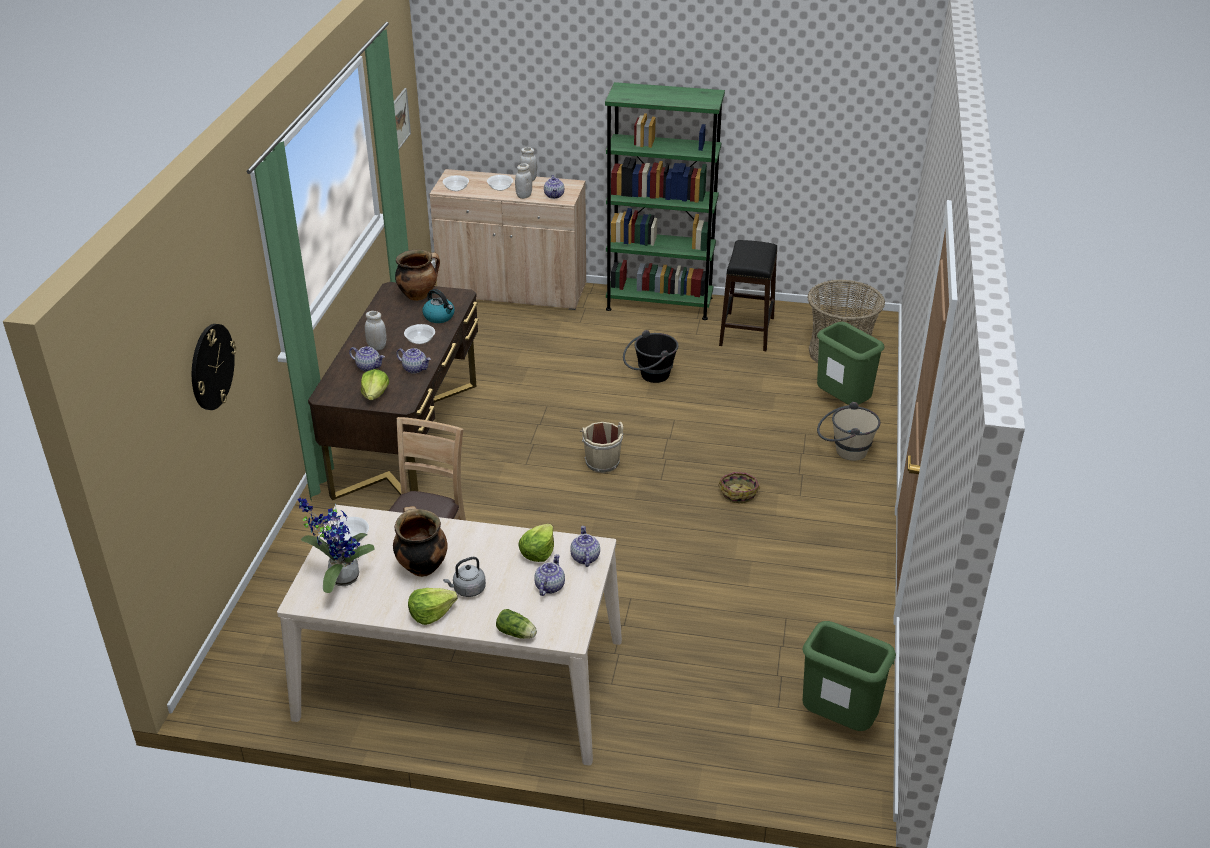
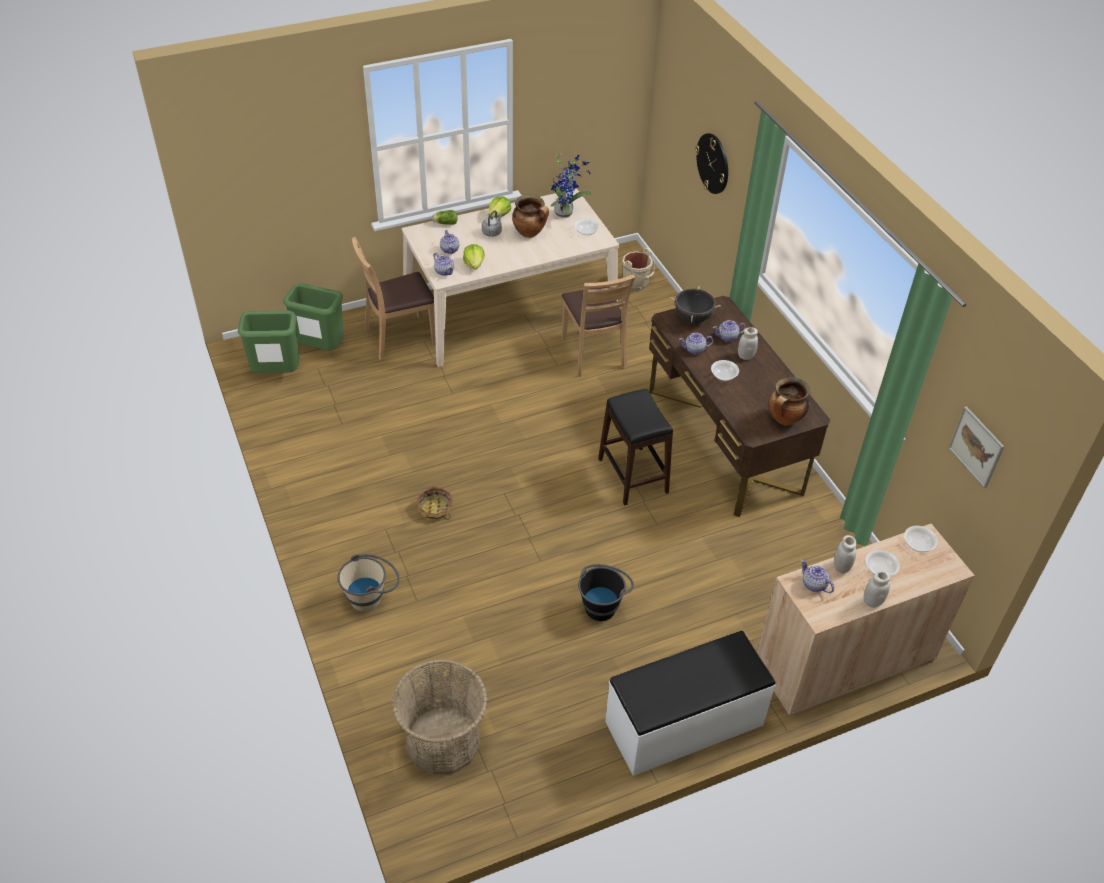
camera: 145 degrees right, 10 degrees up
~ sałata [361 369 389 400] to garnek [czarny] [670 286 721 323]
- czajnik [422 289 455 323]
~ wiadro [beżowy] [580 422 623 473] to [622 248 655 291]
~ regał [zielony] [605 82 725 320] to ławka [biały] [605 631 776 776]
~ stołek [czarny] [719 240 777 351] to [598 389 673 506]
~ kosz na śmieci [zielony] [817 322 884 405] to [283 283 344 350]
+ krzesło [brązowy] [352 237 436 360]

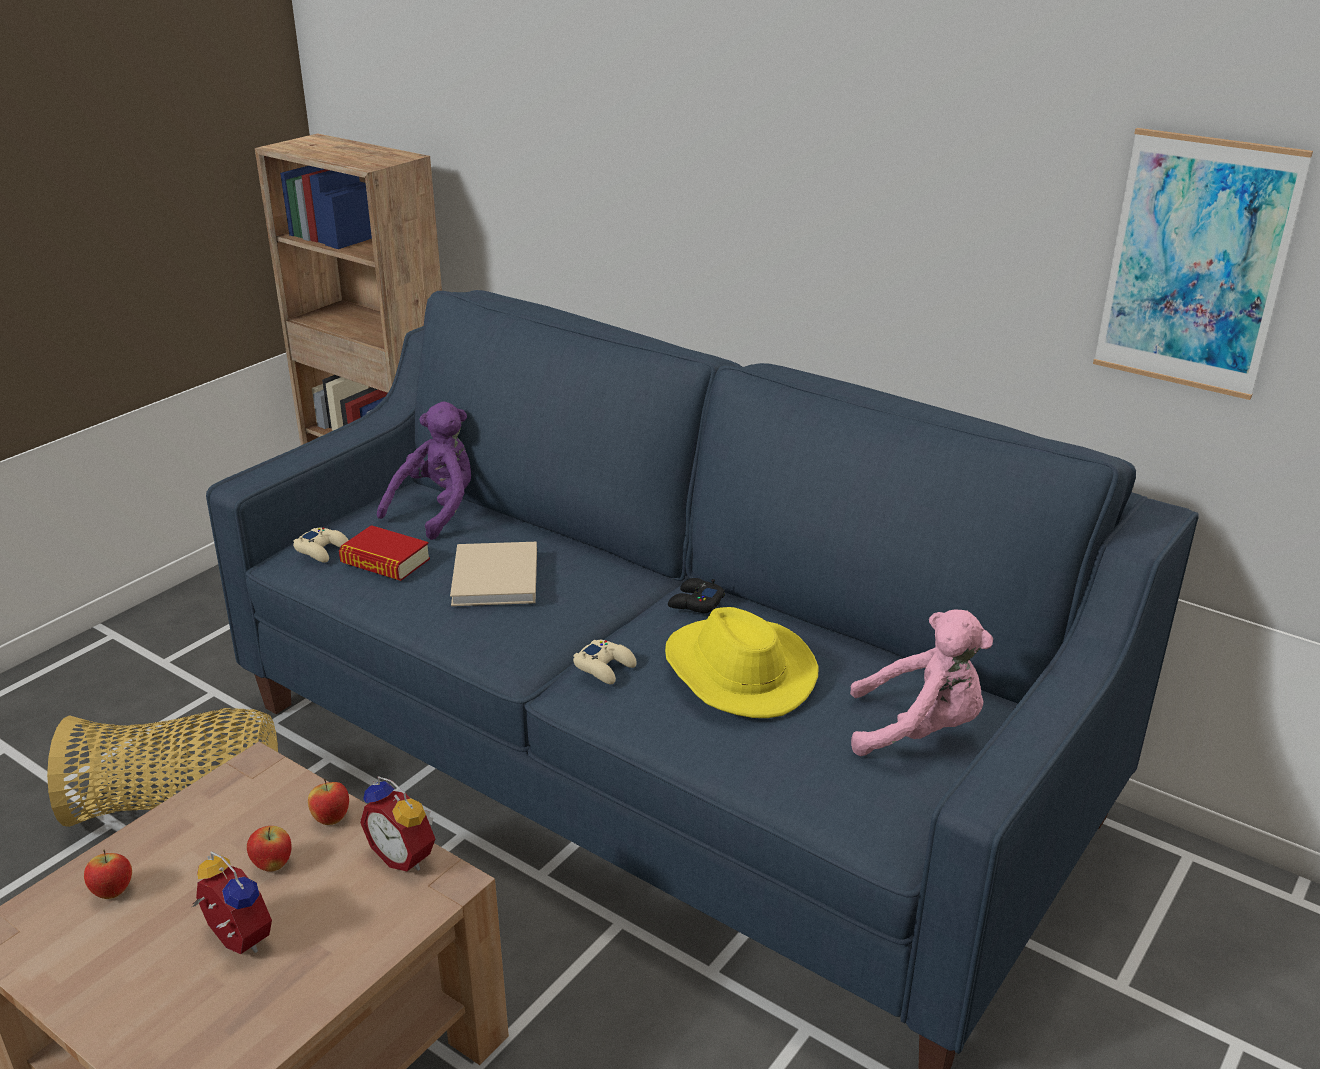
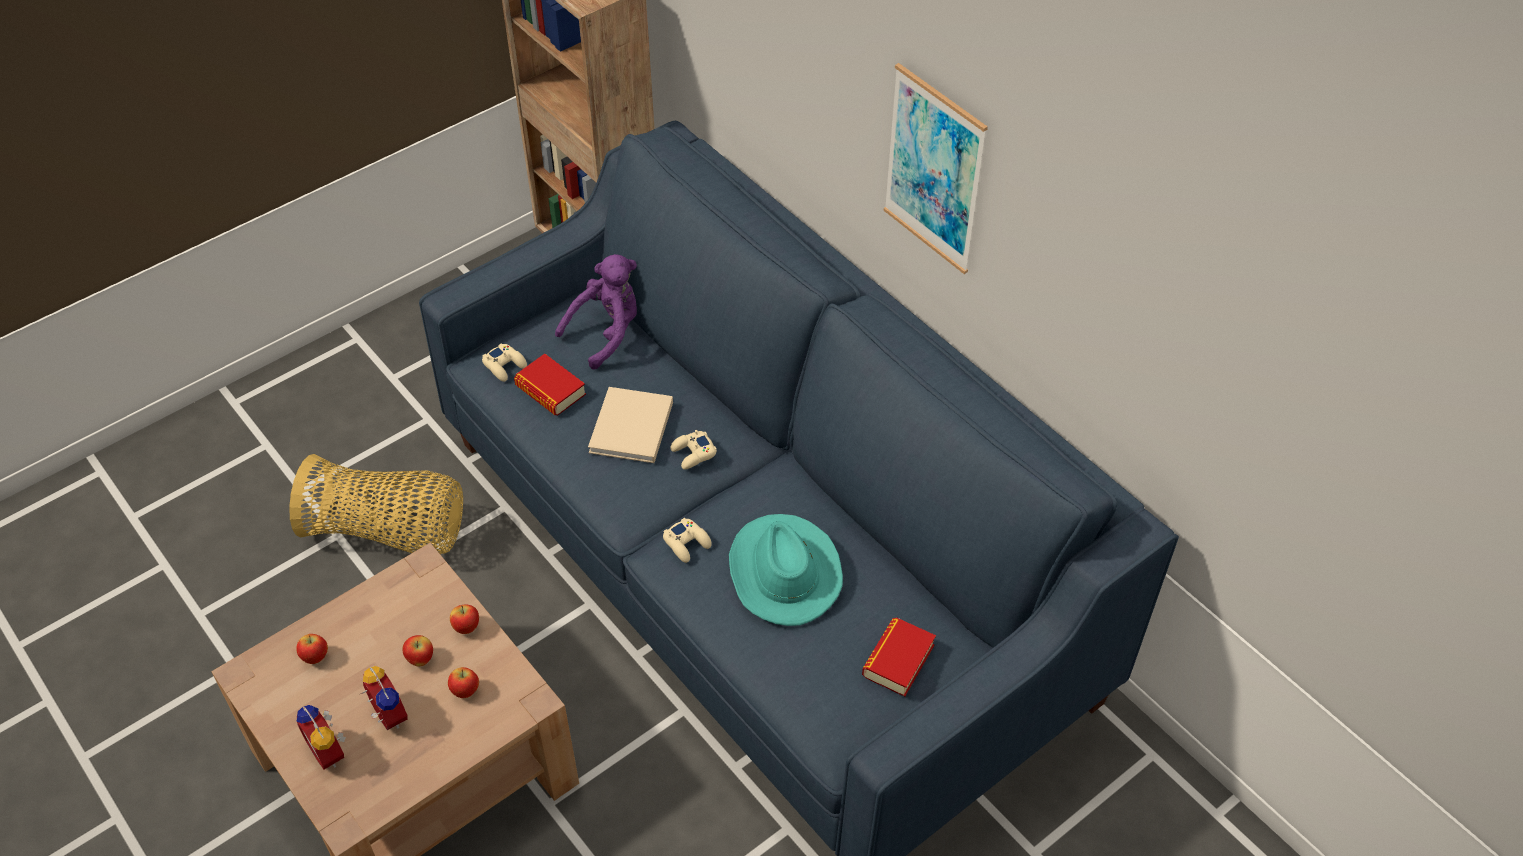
camera: 15 degrees right, 20 degrees up
~ budzik [360 776 435 871] to [296 705 346 770]
~ kapelusz [żółty] [665 607 819 718] to kapelusz [turkusowy] [729 514 843 626]
- pad do gier [czarny] [668 578 725 613]
~ pluszak [różowy] [850 610 993 756] to książka [862 617 936 697]
~ obraz [1093 128 1313 400] to [884 63 988 274]
+ jabłko [448 667 479 698]
+ pad do gier [beżowy] [670 430 717 470]

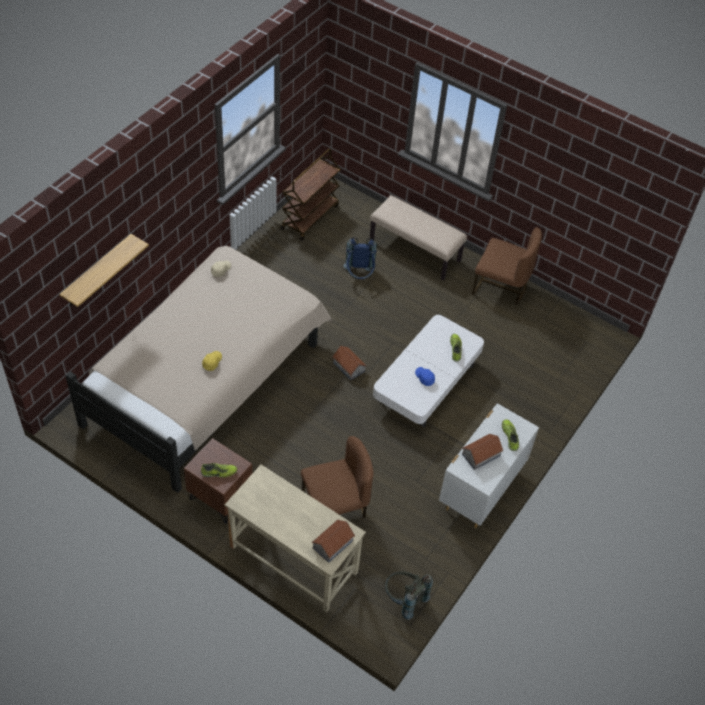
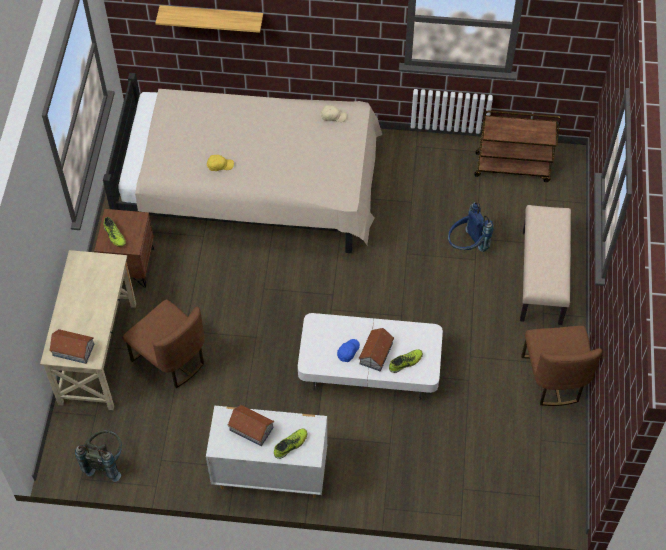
camera: 65 degrees right, 5 degrees up
~ domek [332 346 367 380] to [358 328 394 371]

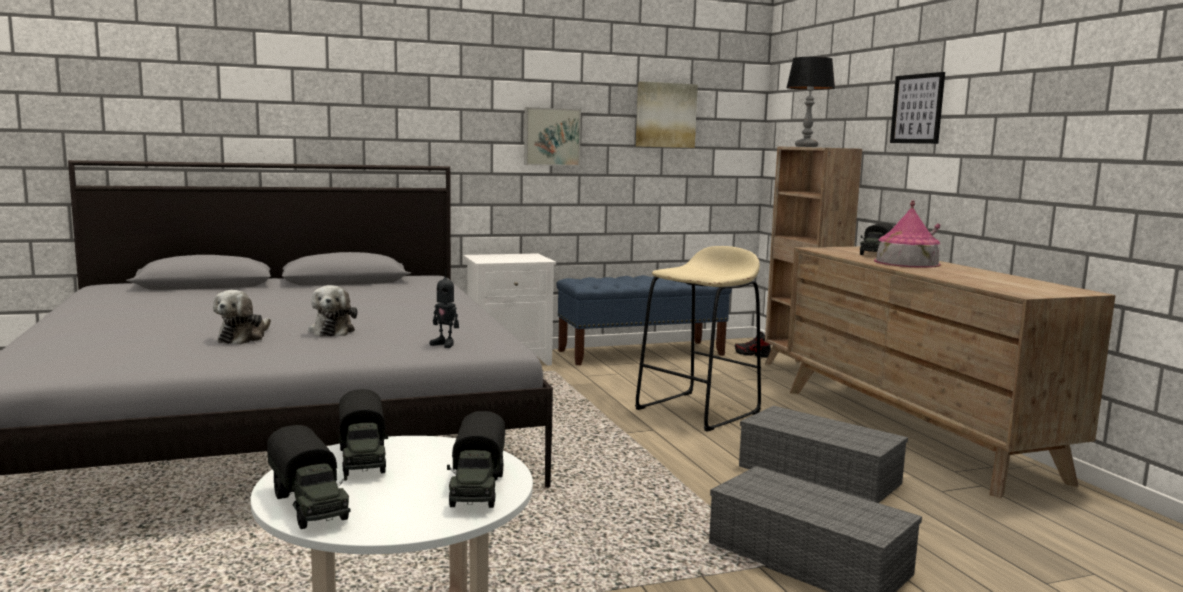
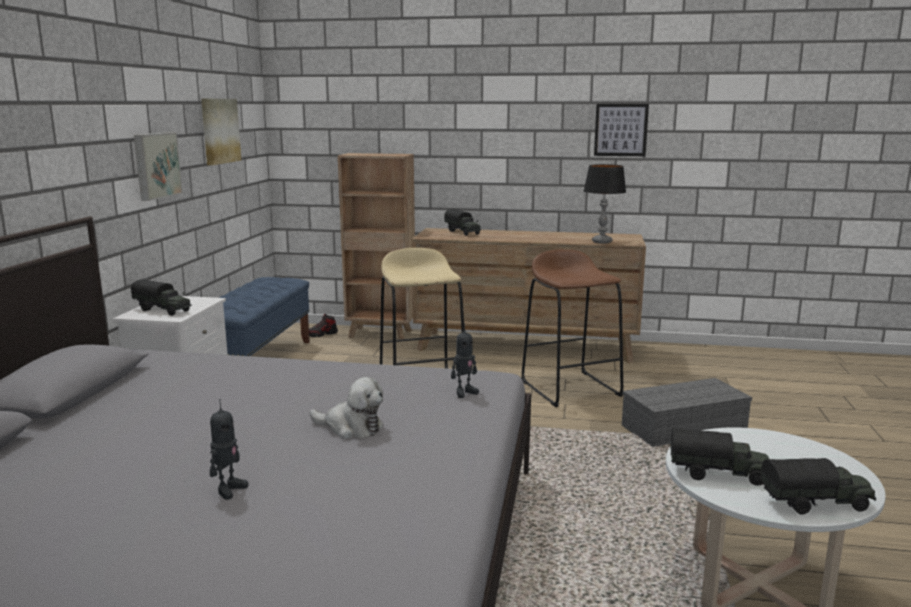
camera: 60 degrees left, 5 degrees up
- pluszak [213 290 271 344]
~ ciężarówka zabawkowa [447 411 505 508] to [131 279 192 316]
~ pojemnik do przechowywania [szary] [739 406 908 503] to stołek [brązowy] [521 249 623 407]
~ lampa stołowa [786 57 835 147] to [584 164 626 244]
- domek [874 200 941 268]
~ obraz [890 72 945 144] to [594 104 649 156]
+ robot zabawkowy [210 399 248 500]

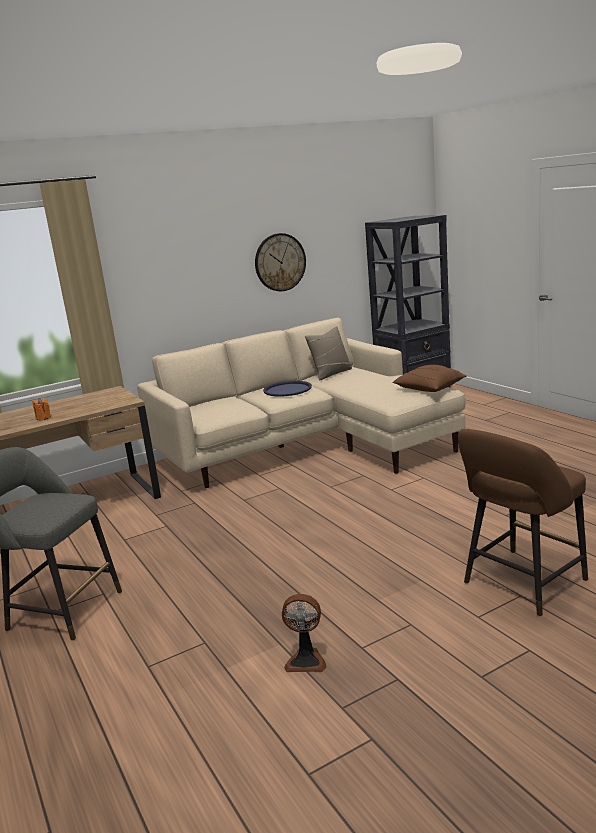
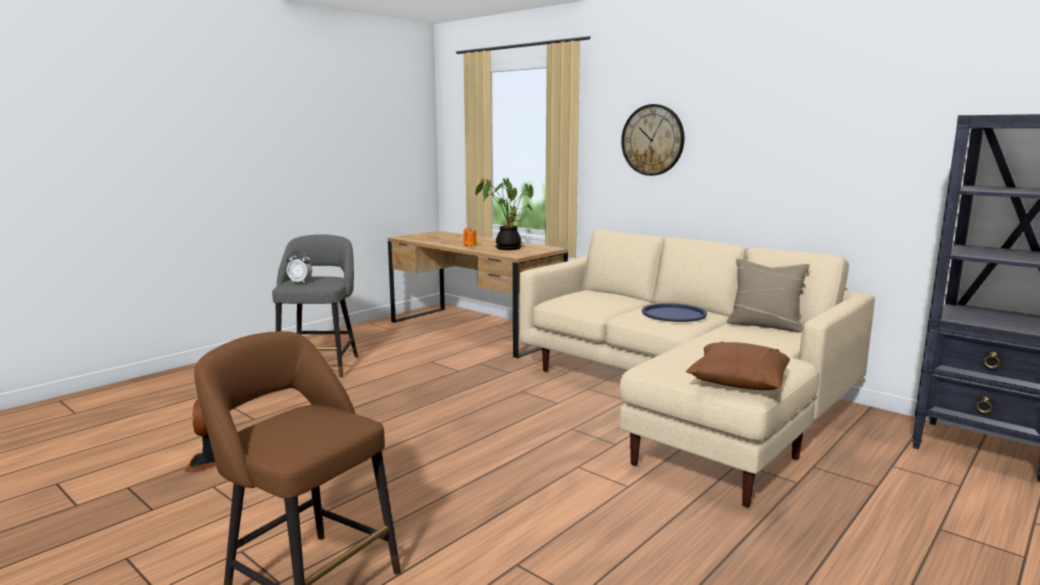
camera: 70 degrees right, 5 degrees down
~ zegar ścienny [255 233 306 291] to [621 104 684 176]
+ budzik [287 251 312 284]
+ roślina doniczkowa [475 178 533 250]

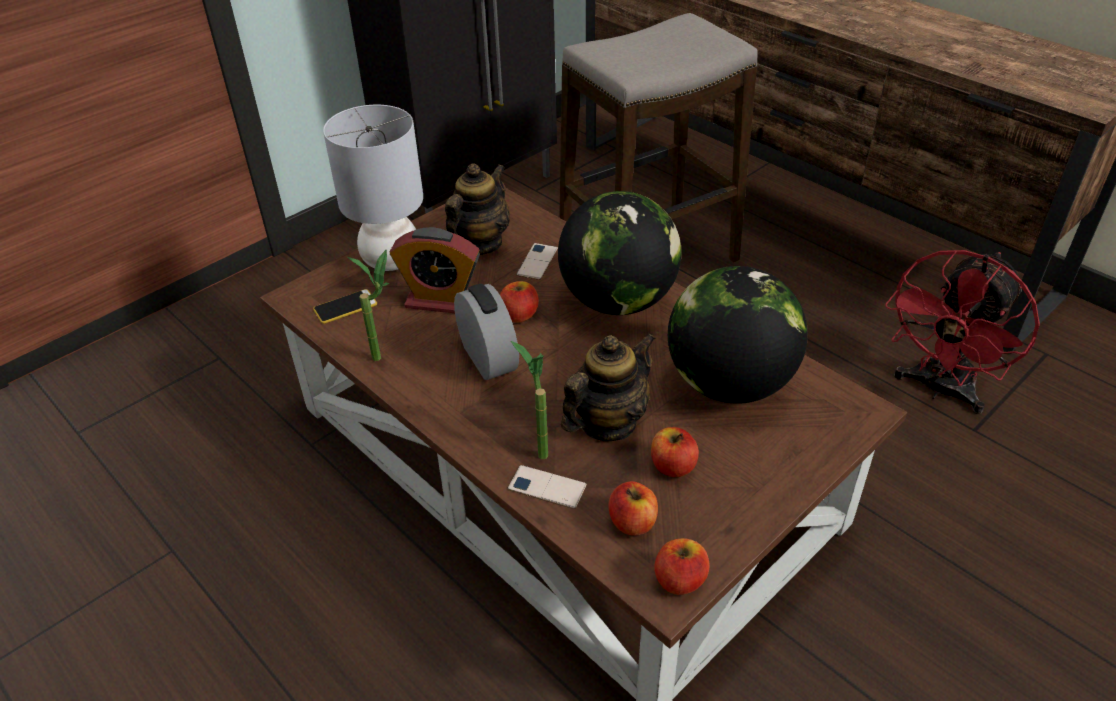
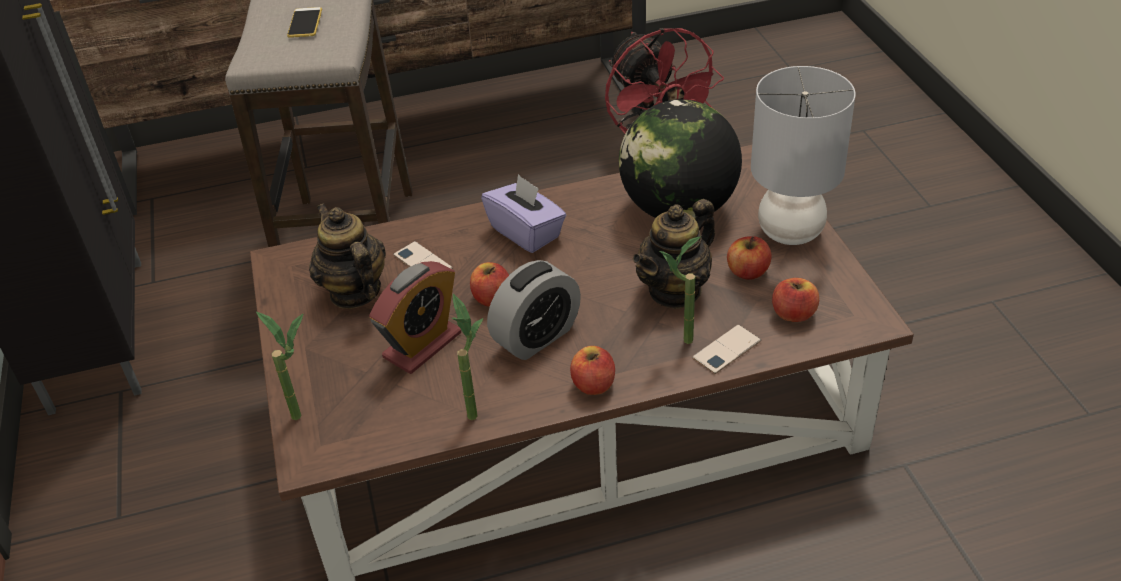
camera: 60 degrees left, 0 degrees up
~ telefon [313 289 377 324] to [287 7 322 38]
~ lampa stołowa [szary] [323 105 423 271] to [751 66 856 245]
~ budzik [454 284 519 380] = [487 260 581 360] 135 degrees clockwise
~ globus [558 191 681 315] to pudełko chusteczek [fioletowy] [481 174 566 253]
~ imbryk [561 333 656 441] = [633 199 715 309] 120 degrees counterclockwise
~ jabłko [654 538 710 595] to [570 346 615 395]
+ roślina doniczkowa [256 312 304 420]

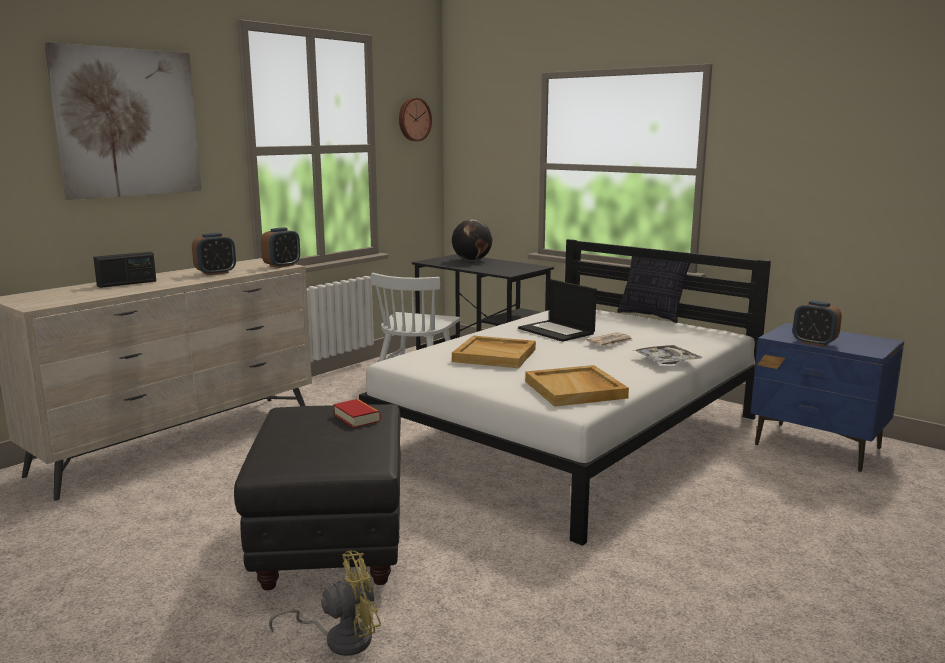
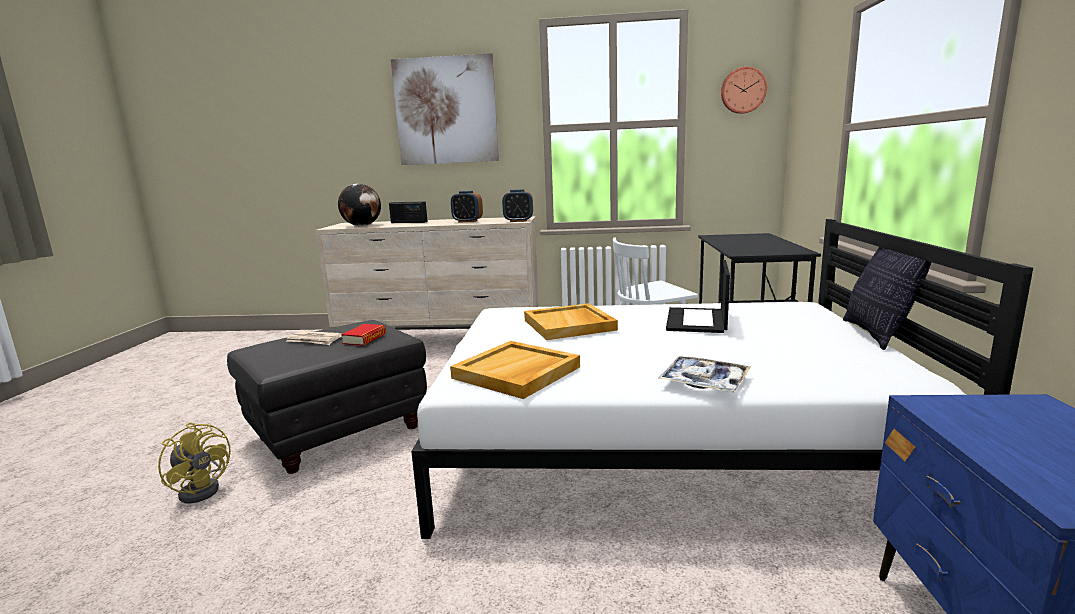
camera: 55 degrees right, 0 degrees up
~ globus [452 219 492 261] to [338 184 381 226]
~ gazeta [586 332 633 346] to [287 331 342 345]
- budzik [793 300 842 347]

